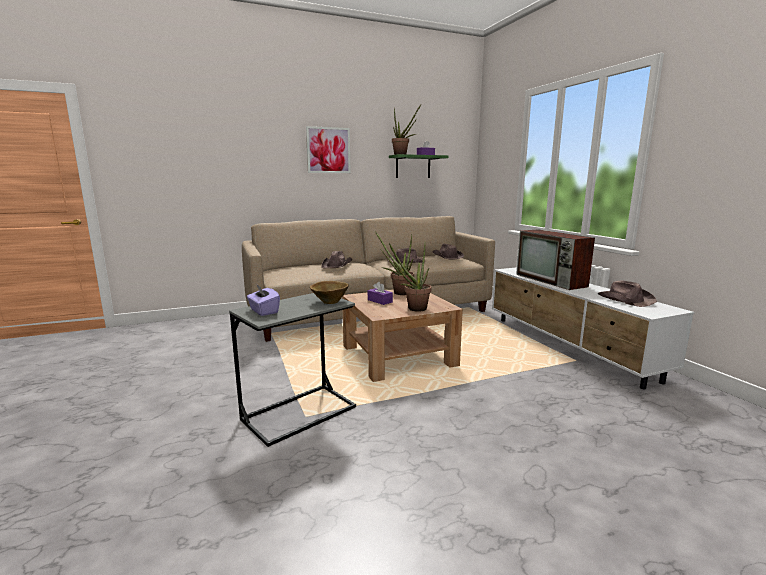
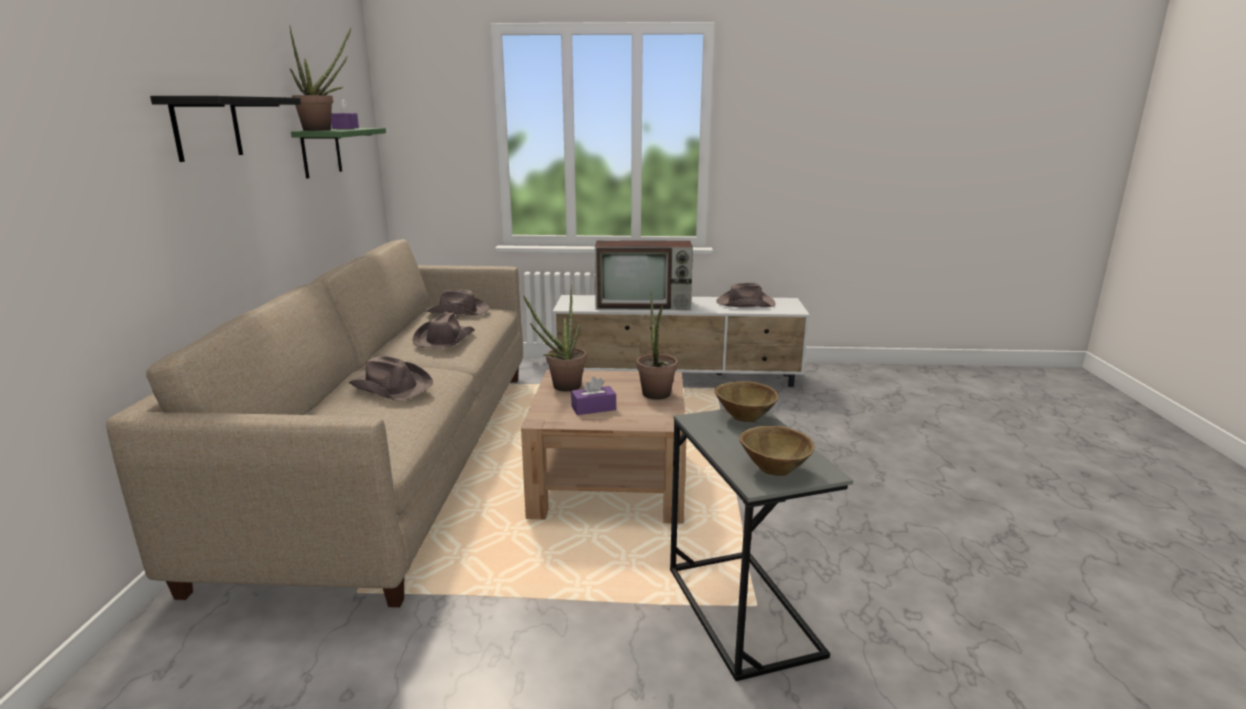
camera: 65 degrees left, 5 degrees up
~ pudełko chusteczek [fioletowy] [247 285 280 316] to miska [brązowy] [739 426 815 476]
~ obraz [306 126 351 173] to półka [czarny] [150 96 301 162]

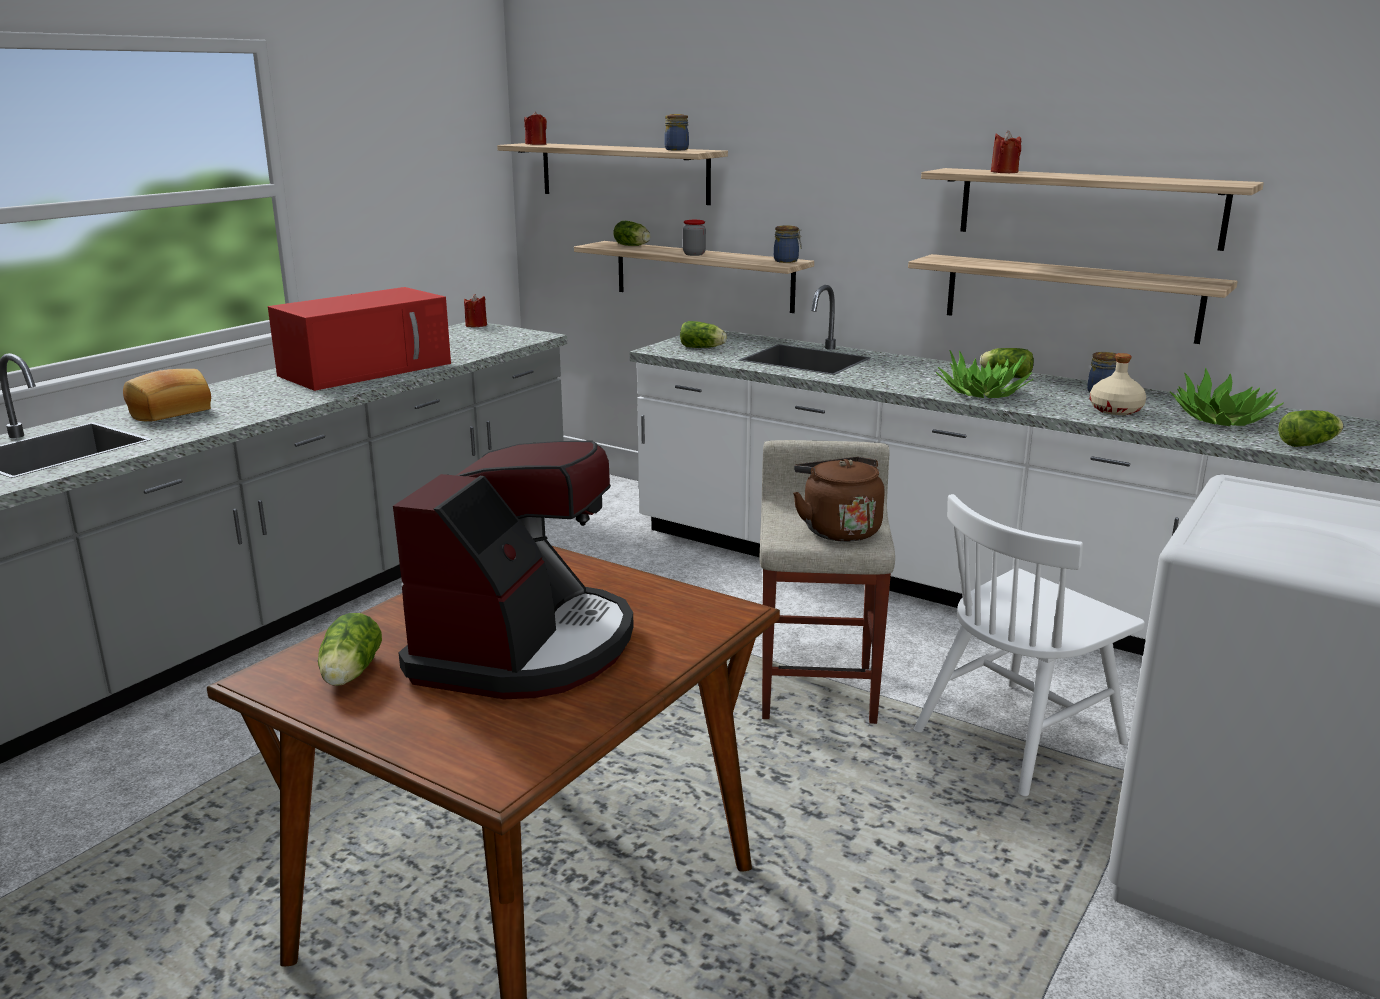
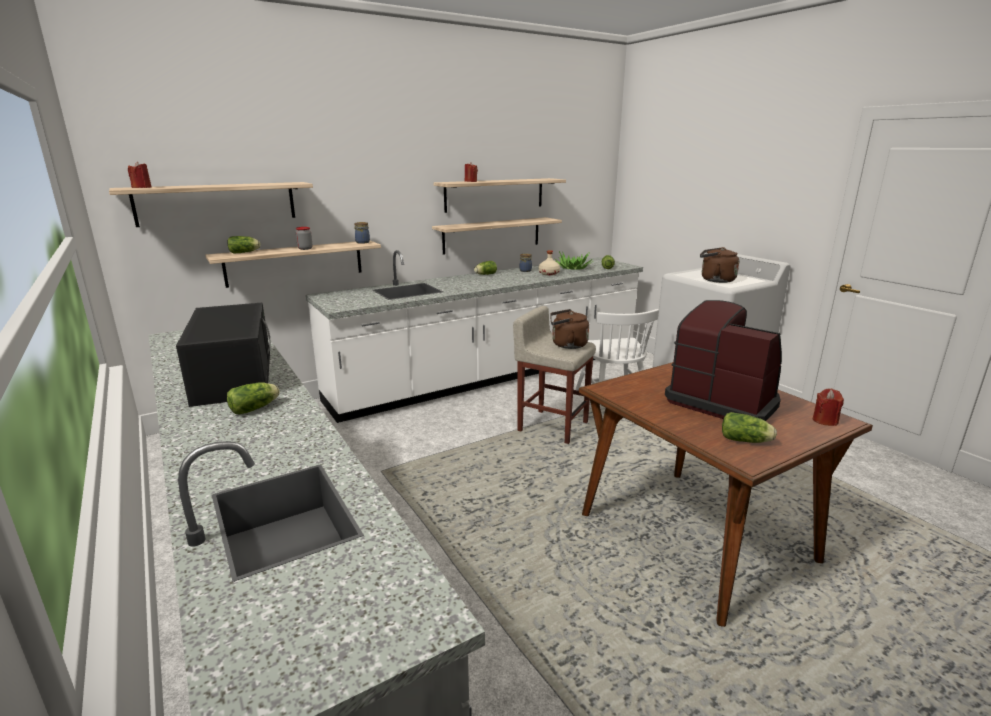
camera: 65 degrees left, 0 degrees up
- chleb [123 369 211 422]
~ mikrofalówka [czerwony] [268 287 451 391] to mikrofalówka [czarny] [176 303 271 407]
~ świeca [czerwony] [464 294 487 327] to [813 389 844 426]
- słoik [664 114 689 150]
~ sałata [680 321 727 348] to [227 382 280 415]
- roślina doniczkowa [936 350 1033 398]
+ czajnik [brązowy] [700 247 739 283]

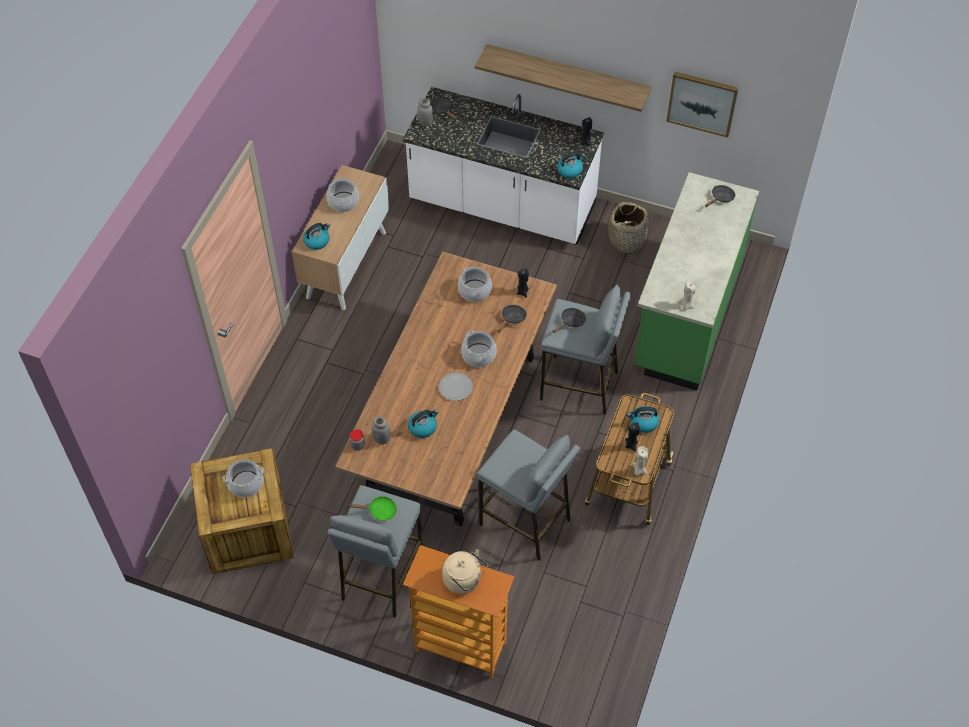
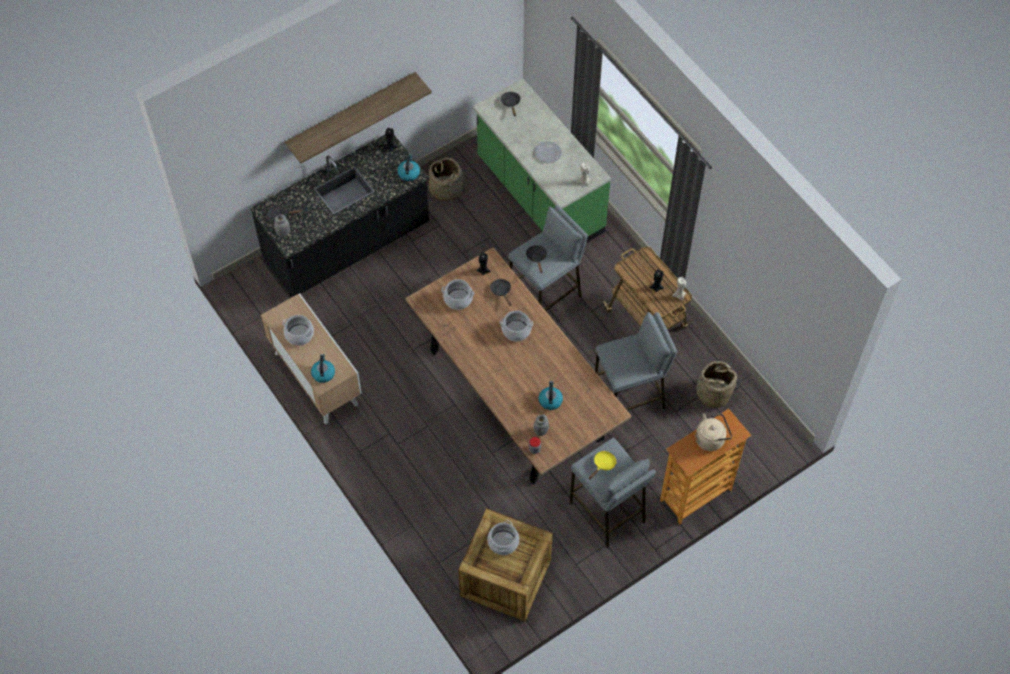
camera: 55 degrees left, 5 degrees up
~ patelnia [zielony] [349 496 397 521] to patelnia [żółty] [589 451 616 480]
~ zabudowa kuchenna [biały] [403 87 604 245] to zabudowa kuchenna [czarny] [250 135 429 297]
~ talerz [439 373 473 401] to [535 141 562 163]
- czajnik [627 406 659 433]
- obraz [666 72 738 138]
+ koszyk [694 361 737 408]

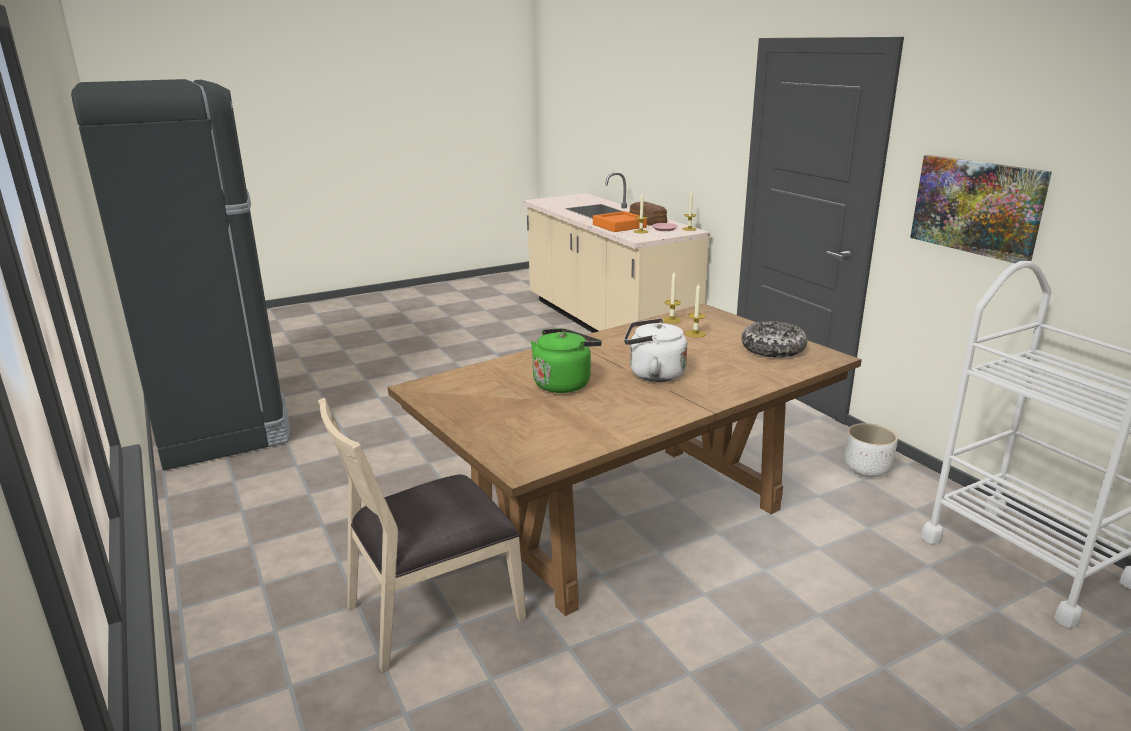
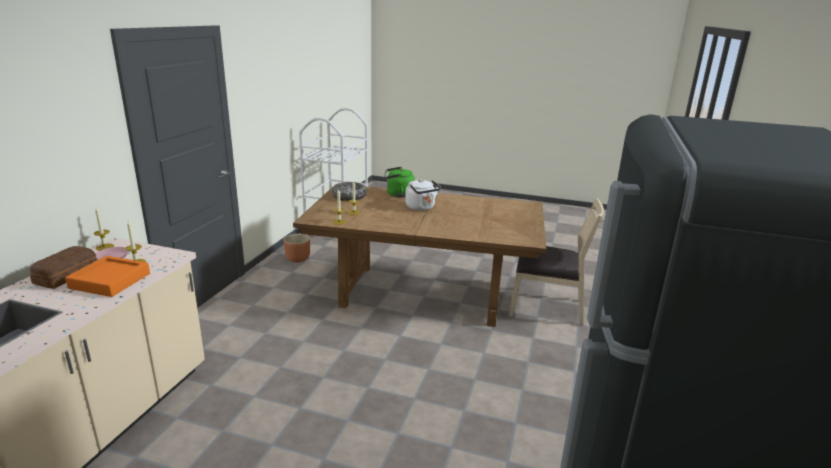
camera: 135 degrees left, 0 degrees up
~ czajnik [zielony] [531 328 602 393] to [385 167 415 197]
~ donica [biały] [845 423 898 477] to donica [brązowy] [284 234 310 262]
- obraz [910 155 1052 263]

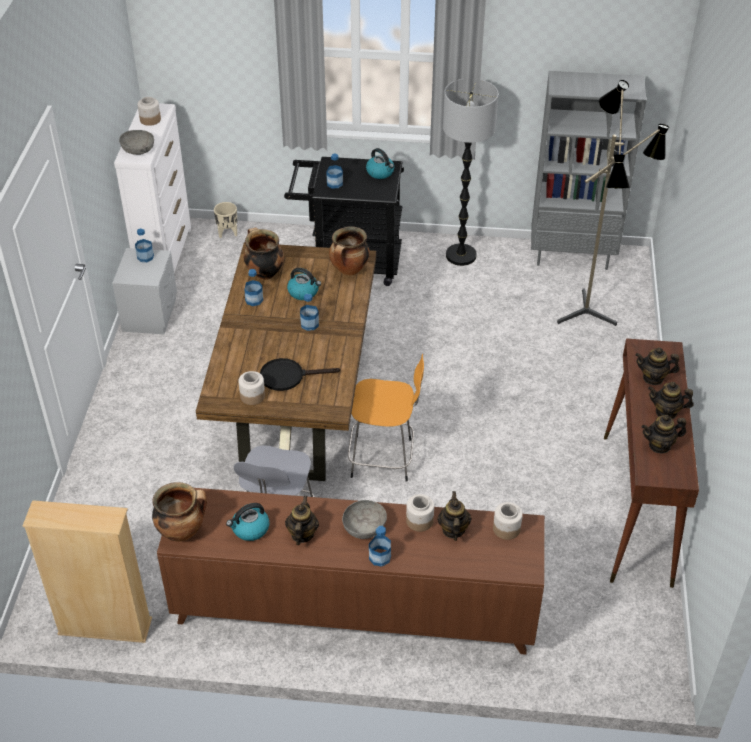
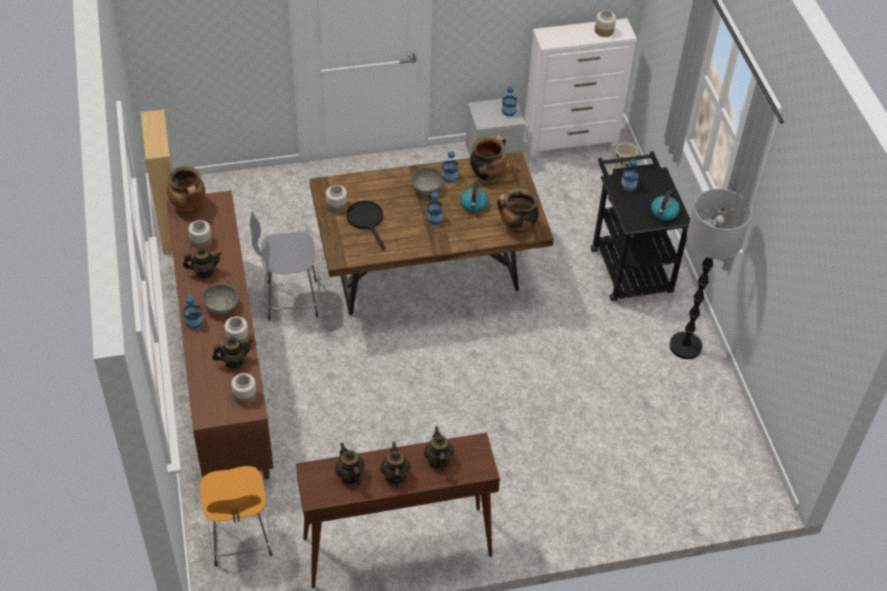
camera: 70 degrees right, 5 degrees up
~ miska [szary] [119 130 154 155] to [411 167 443 195]
~ czajnik [226 503 269 541] to słoik [188 220 212 249]
~ stołek [pomarańczowy] [348 354 424 482] to [200 466 272 567]
- regał [szary] [531 71 647 270]
- lampa stojąca [557 80 669 326]

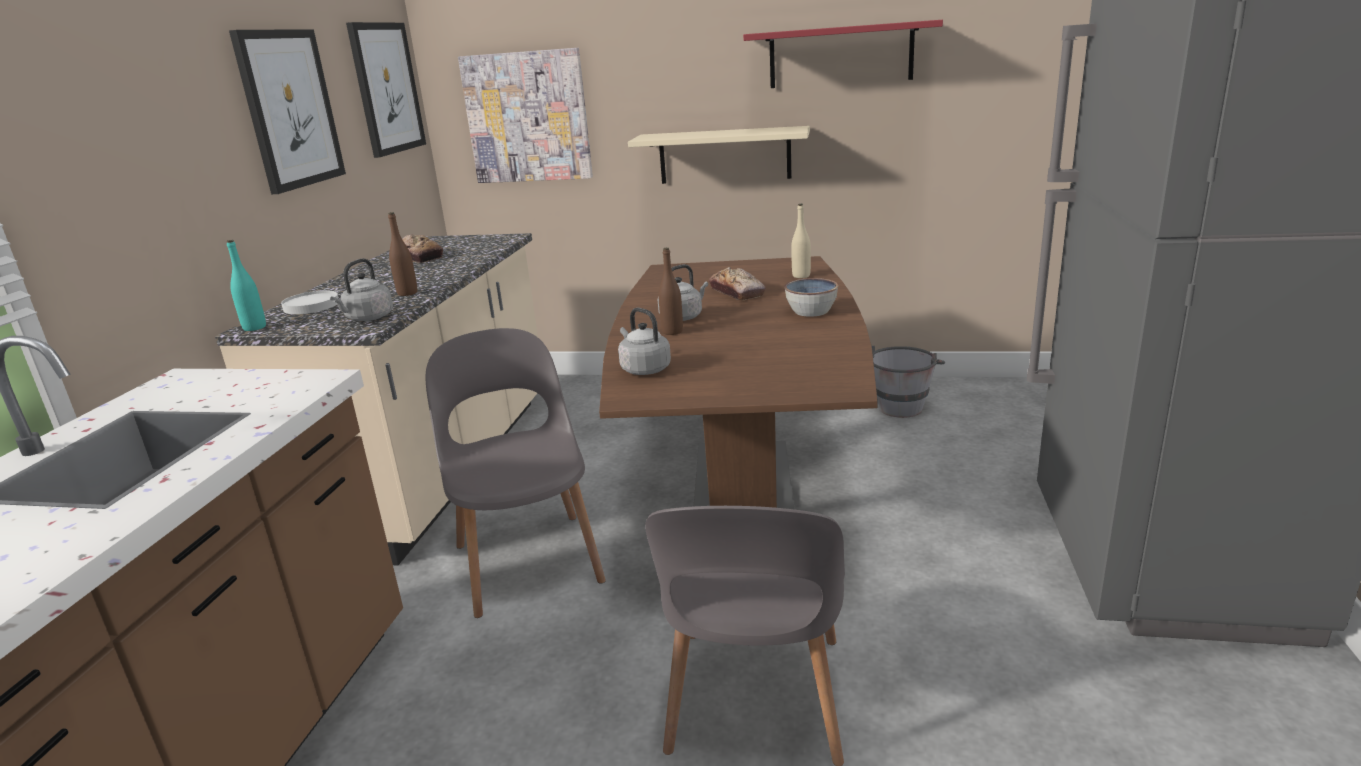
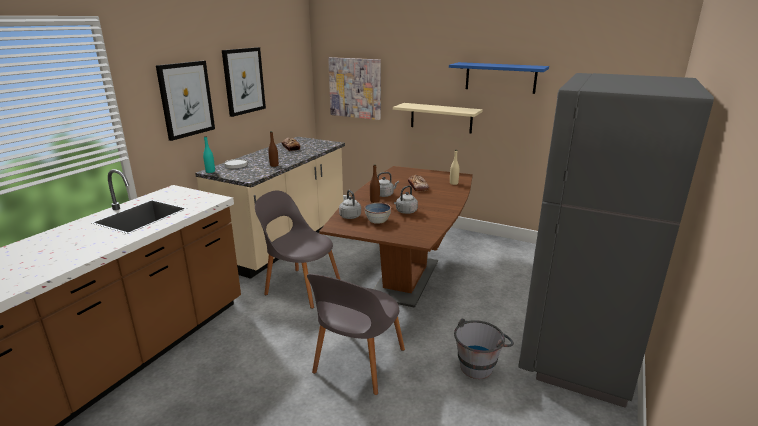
camera: 15 degrees right, 0 degrees up
~ czajnik [szary] [330 258 393 321] to [394 185 418 214]
~ obraz [346 22 426 158] to [156 61 215 141]
~ krzesło [szary] [425 328 606 618] = [255 191 341 309] 60 degrees counterclockwise
~ półka [czerwony] [743 20 943 88] to półka [niebieski] [449 62 549 94]
~ miska [785 278 838 317] to [364 203 391 224]
~ wiadro [szary] [872 346 945 418] to [454 319 514 379]

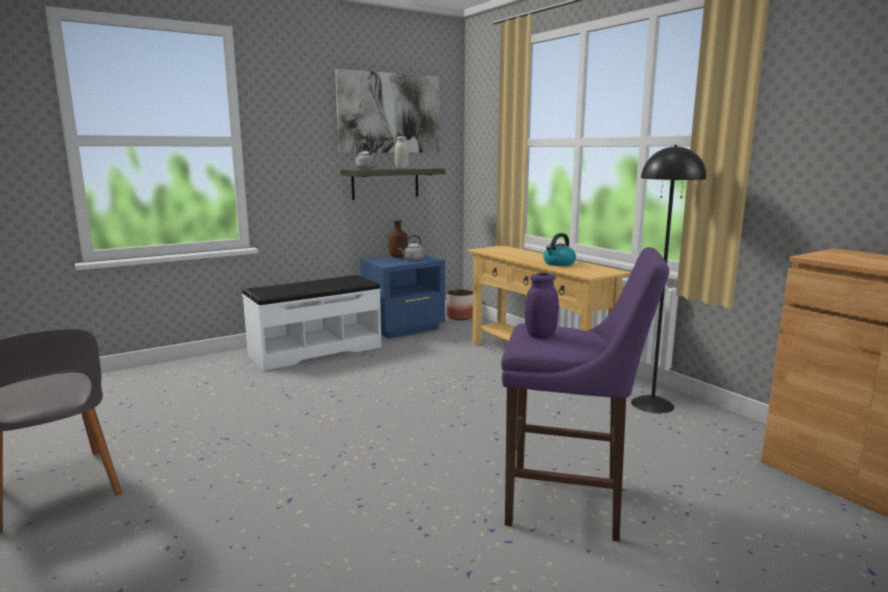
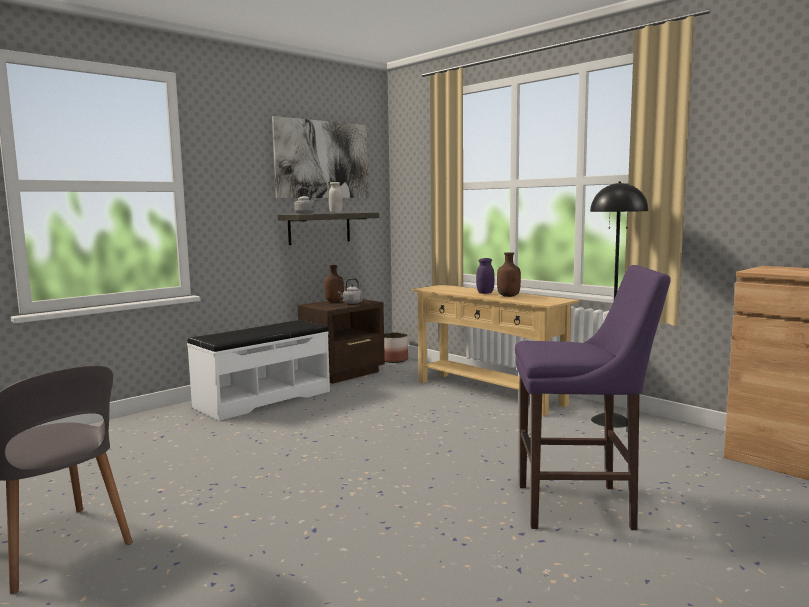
camera: 10 degrees left, 5 degrees down
~ szafka nocna [niebieski] [360 255 445 339] to szafka nocna [brązowy] [298 299 385 383]
~ słoik [fioletowy] [525 273 559 338] to [476 258 495 294]
~ czajnik [543 233 576 266] to butelka [brązowy] [497 252 521 297]

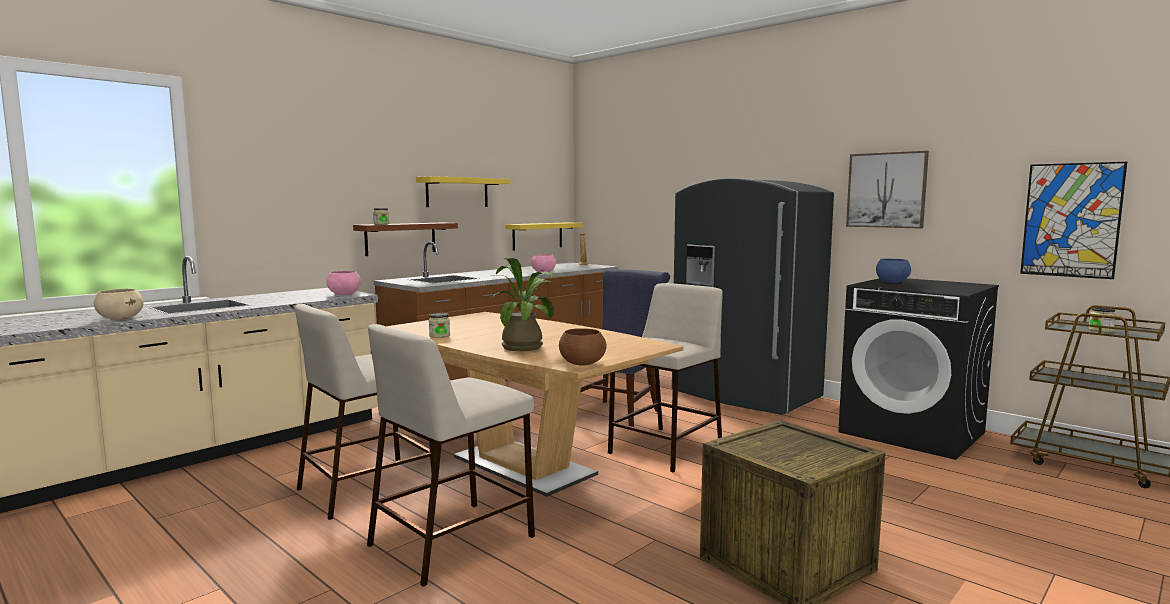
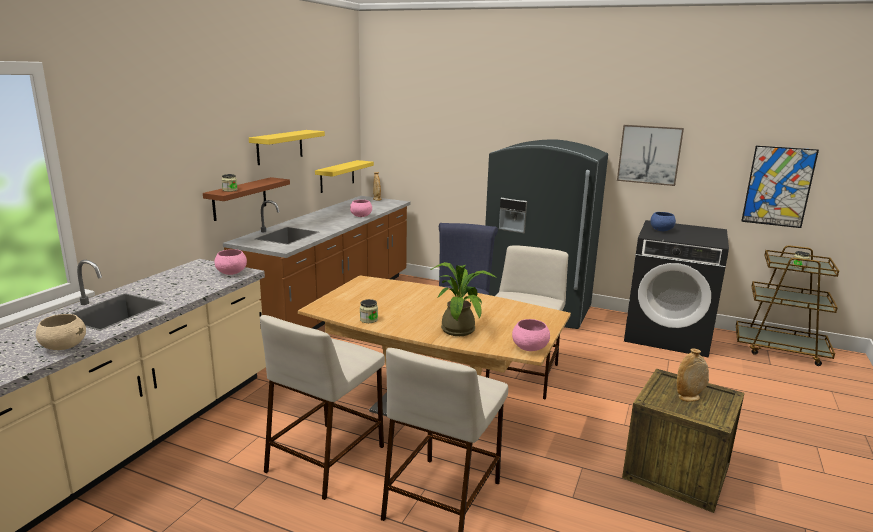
camera: 20 degrees left, 10 degrees up
~ miska [brązowy] [559 328 606 366] to miska [różowy] [512 319 550 351]
+ wazon [beżowy] [677 348 709 402]

